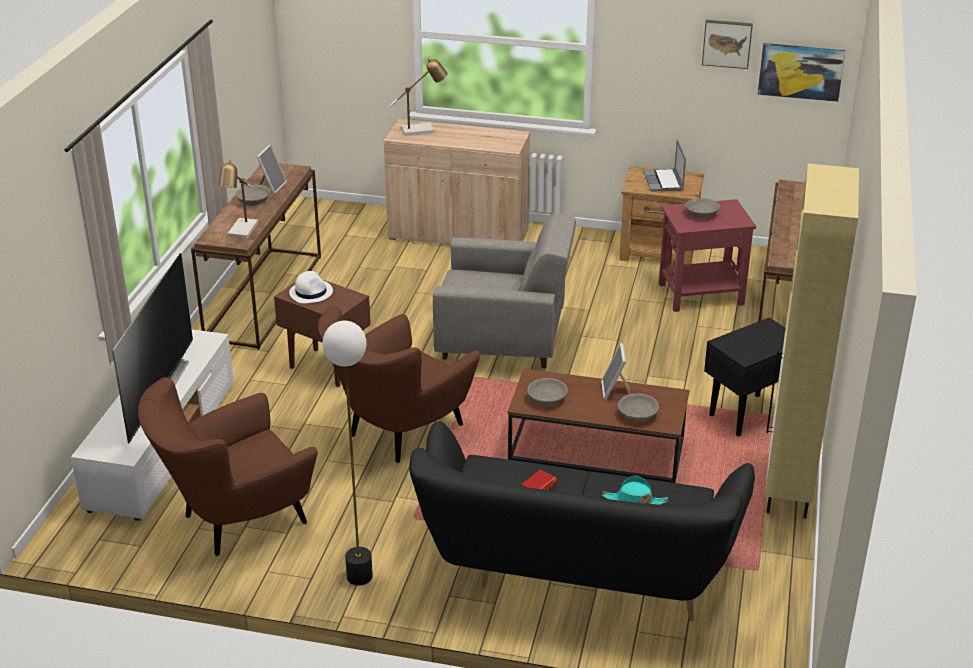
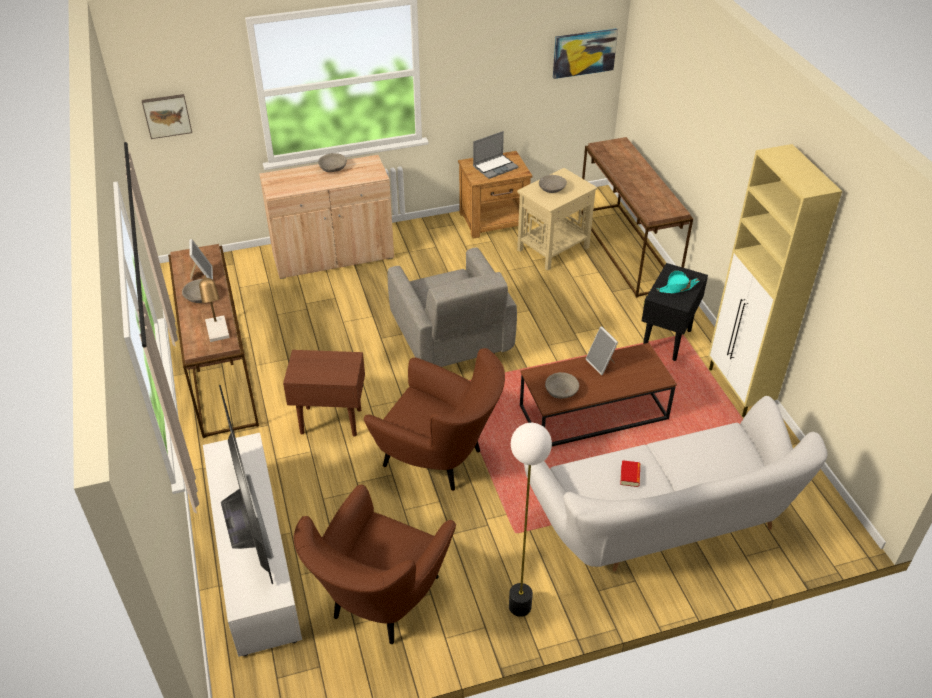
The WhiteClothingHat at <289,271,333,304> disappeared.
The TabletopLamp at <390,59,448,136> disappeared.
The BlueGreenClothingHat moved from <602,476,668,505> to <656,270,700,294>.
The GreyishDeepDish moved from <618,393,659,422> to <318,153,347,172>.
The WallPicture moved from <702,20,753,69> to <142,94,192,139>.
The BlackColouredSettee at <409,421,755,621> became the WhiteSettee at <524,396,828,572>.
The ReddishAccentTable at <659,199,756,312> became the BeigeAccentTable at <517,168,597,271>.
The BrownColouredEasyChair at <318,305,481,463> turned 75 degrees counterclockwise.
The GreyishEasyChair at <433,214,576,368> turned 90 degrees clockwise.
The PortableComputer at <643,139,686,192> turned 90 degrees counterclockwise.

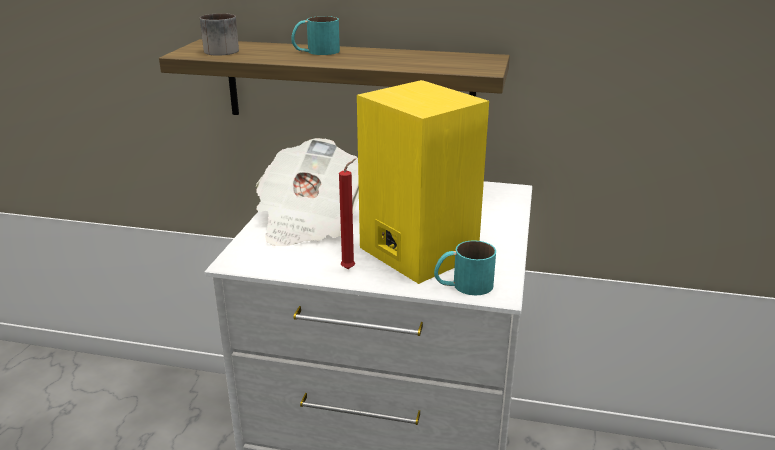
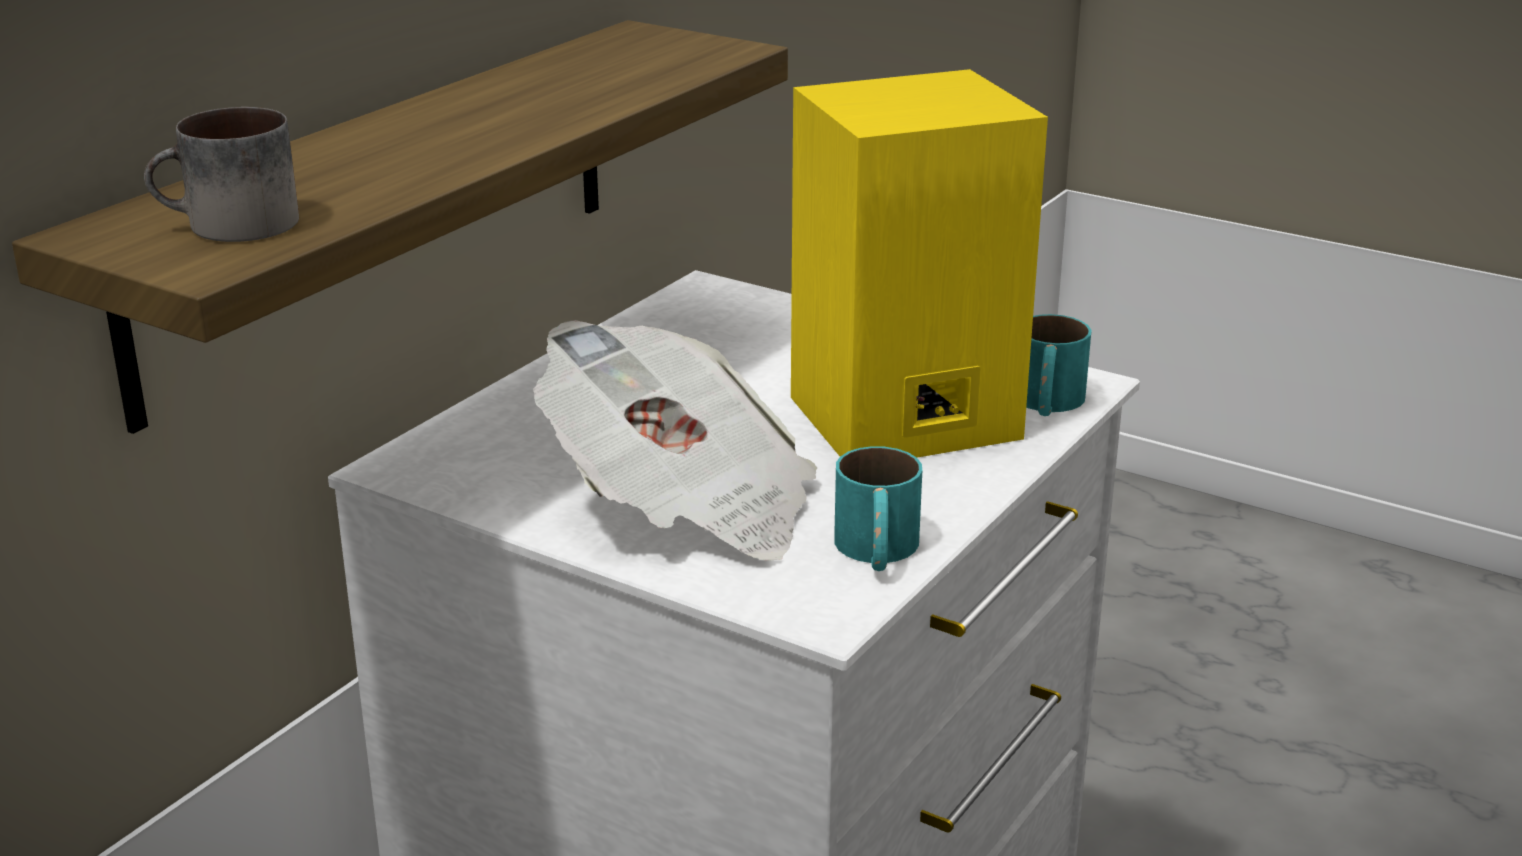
The ReddishWaxLight at <339,158,356,269> disappeared.
The BlueGreenTeaMug moved from <291,16,340,55> to <834,446,922,571>.

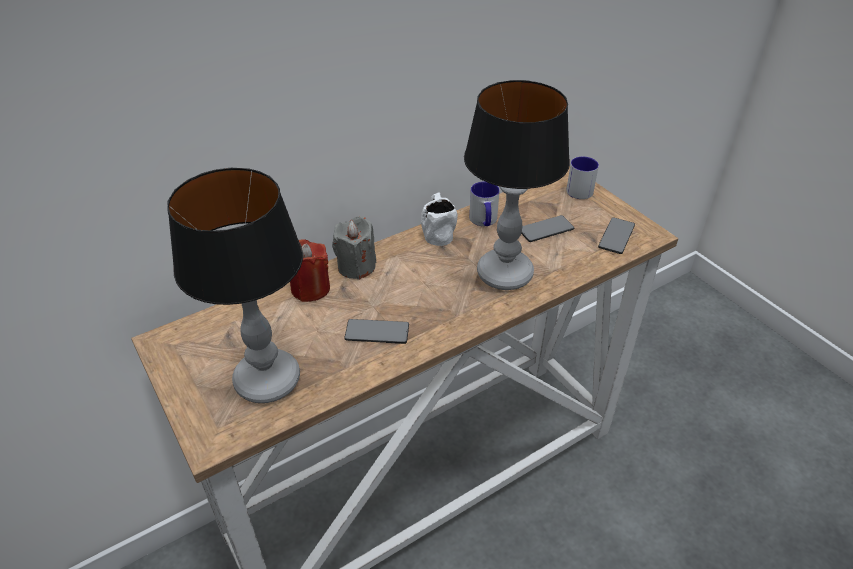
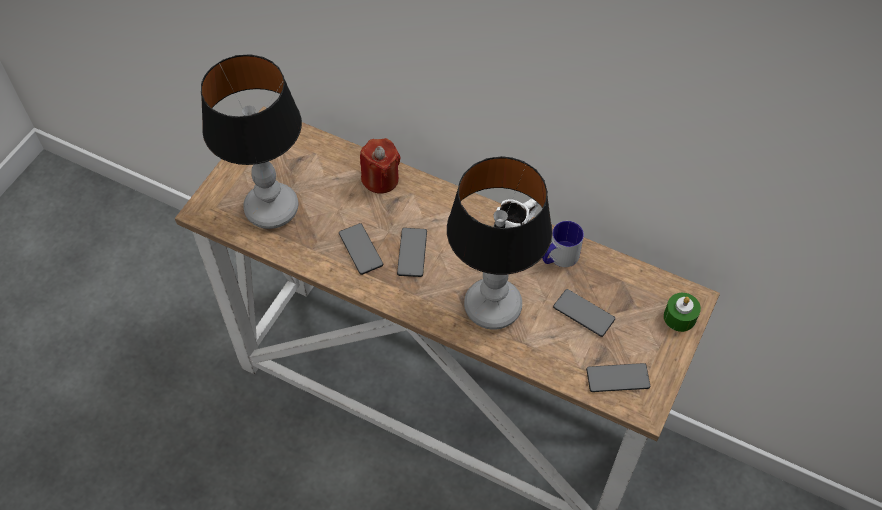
The GreyishWaxLight at <332,216,376,280> disappeared.
The Phone at <397,228,427,277> appeared.
The TeaMug at <566,157,599,199> was replaced by the GreenWaxLight at <664,293,701,332>.

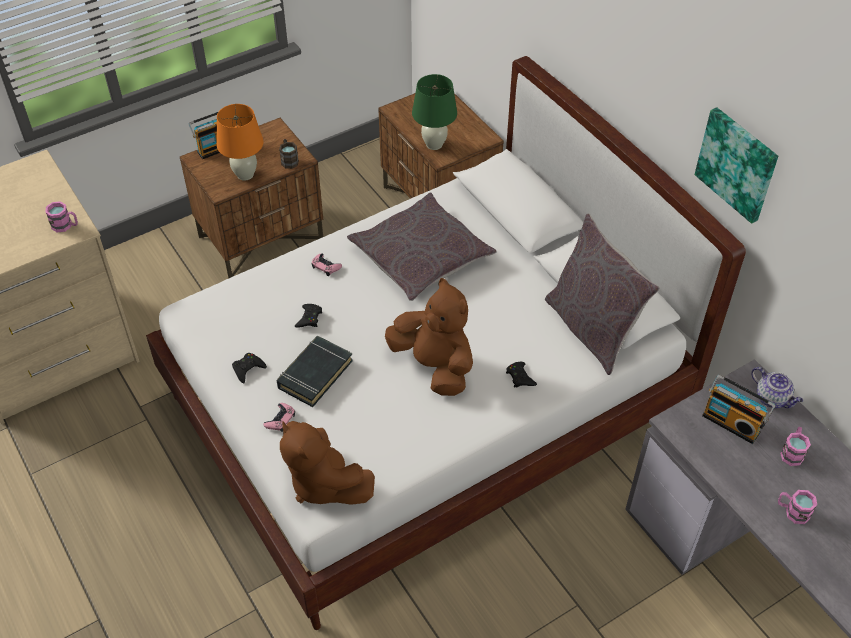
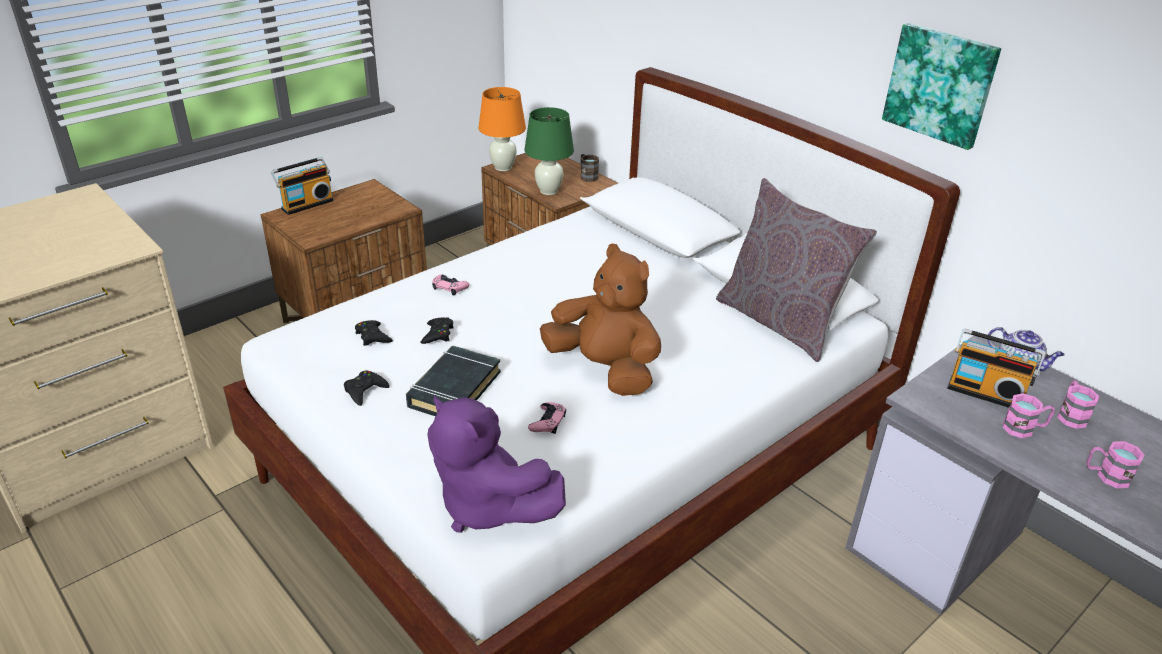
The GreyishCushion at <347,193,497,301> disappeared.
The PinkColouredTeaMug moved from <45,201,78,232> to <1002,393,1055,438>.
The OrangeColouredTabletopLamp moved from <217,104,263,181> to <478,87,526,171>.
The PinkColouredGameController moved from <263,403,295,432> to <528,402,566,434>.
The BrownColouredTeaMug moved from <279,139,299,169> to <580,154,599,182>.
The BlackColouredGameController moved from <506,362,537,388> to <355,320,393,346>.
The BrownColouredSoftToy at <280,421,375,505> became the PurplishSoftToy at <428,396,566,533>.

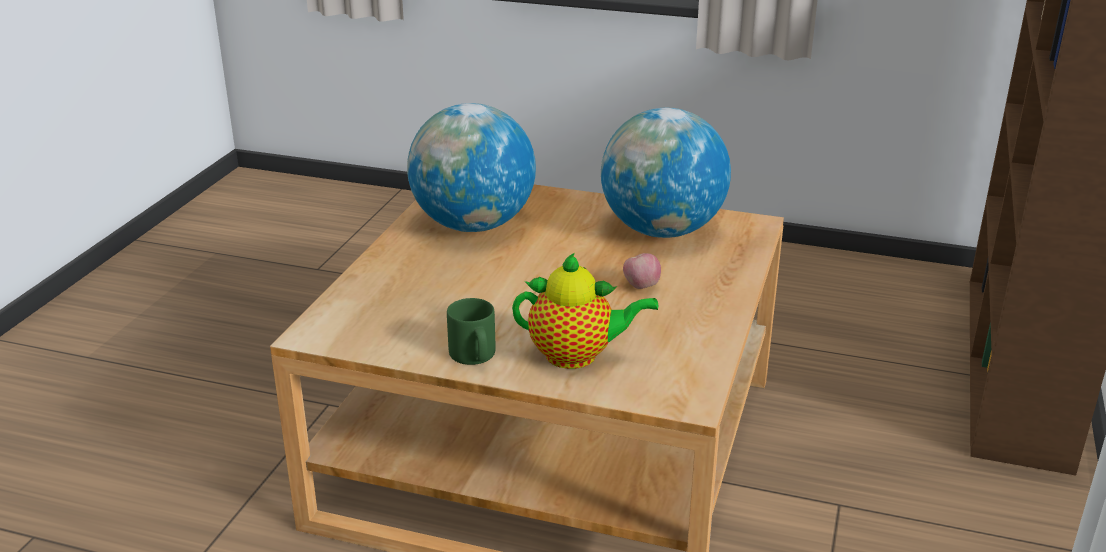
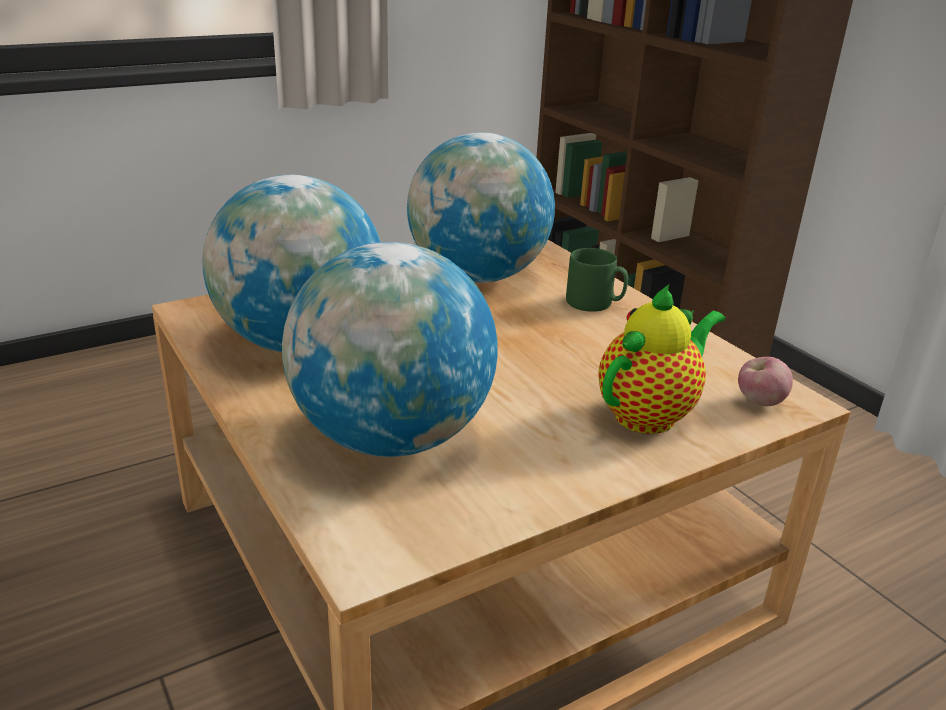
The Globe at <282,242,498,457> appeared.
The GreenTeaMug moved from <447,298,496,365> to <566,248,628,312>.
The AppleFruit moved from <623,253,661,289> to <738,357,793,406>.

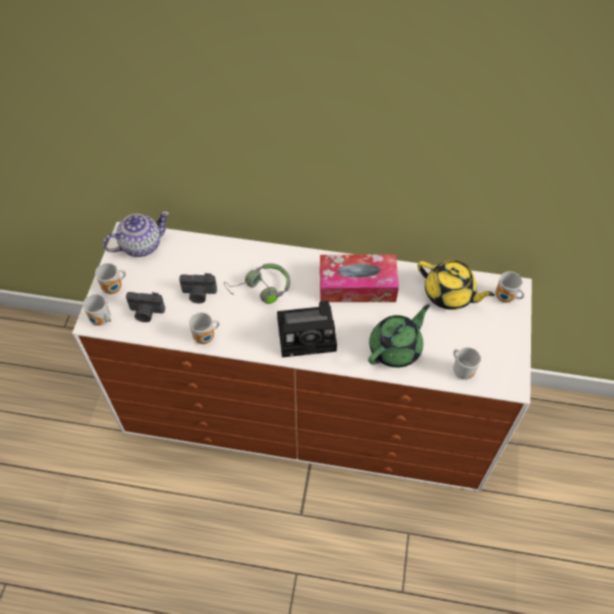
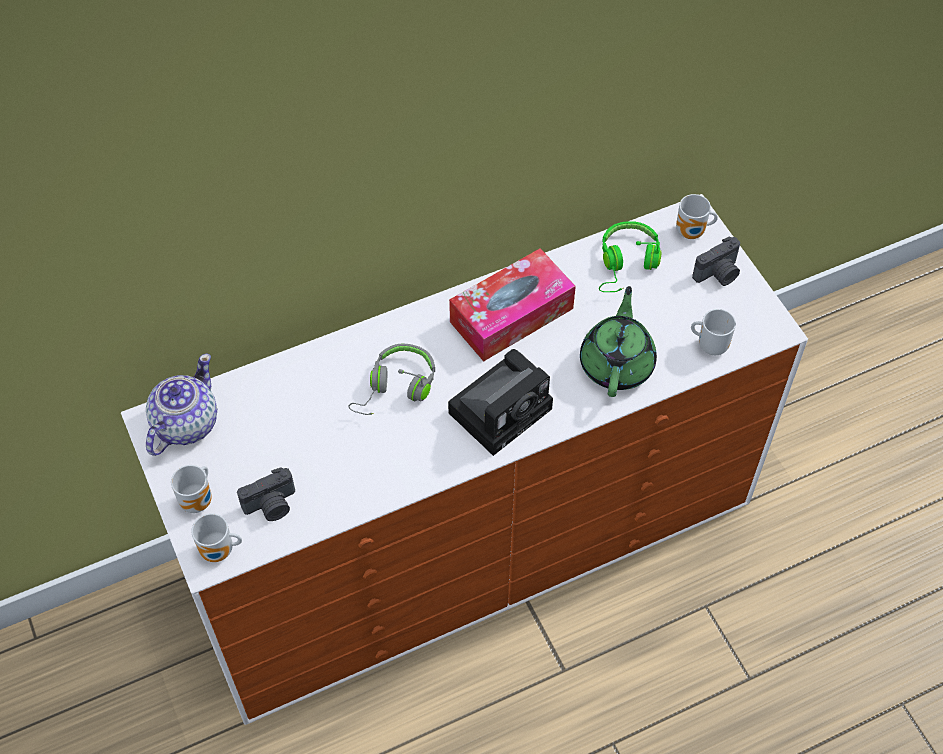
The TeaMug at <189,312,220,344> disappeared.
The PhotoCamera moved from <179,273,217,304> to <692,236,740,286>.
The YellowishPotForTea at <417,260,495,310> was replaced by the GreenHeadset at <599,221,661,292>.

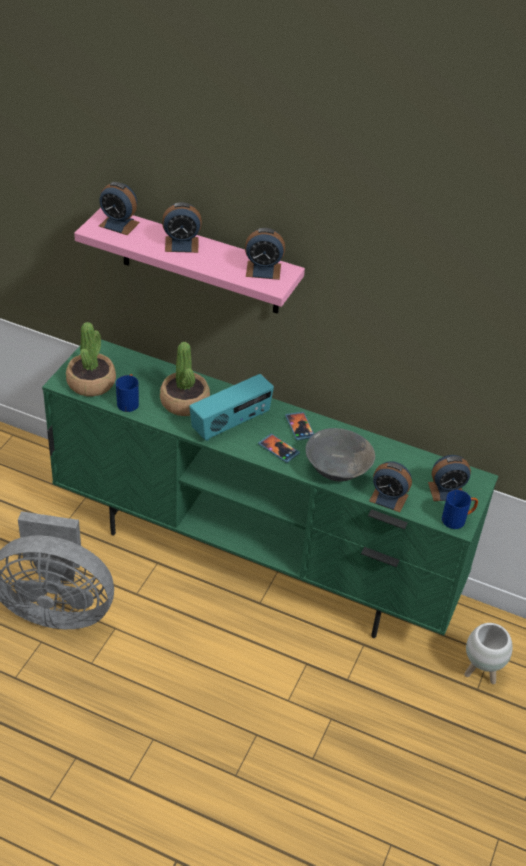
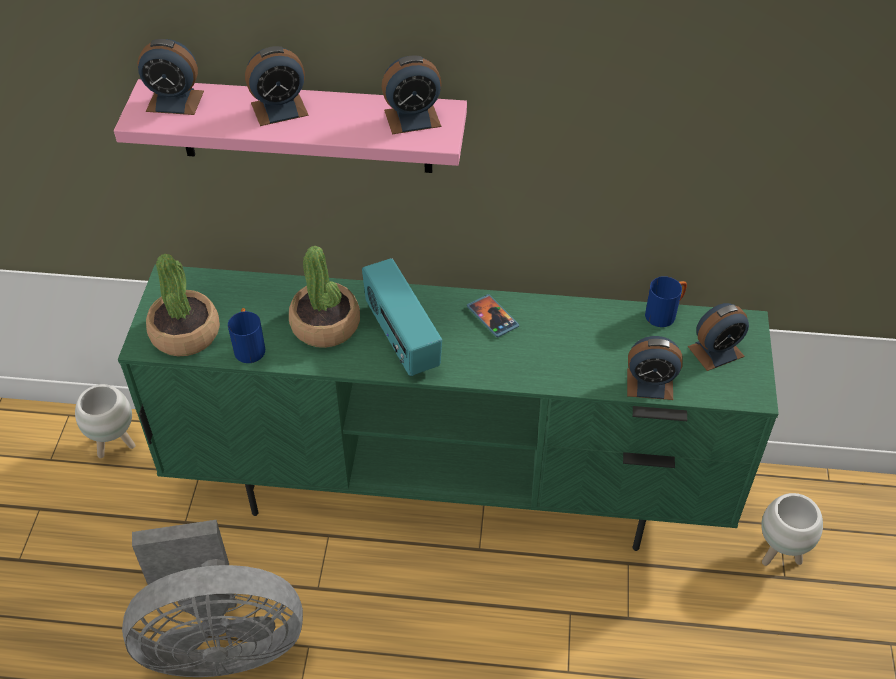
The Phone at <258,434,300,463> disappeared.
The GreyishDeepDish at <306,428,375,481> disappeared.
The WhiteFlowerPot at <75,384,135,458> appeared.
The BluishTeaMug moved from <442,490,478,529> to <645,276,687,327>.
The RadioSet at <189,374,274,441> turned 120 degrees clockwise.

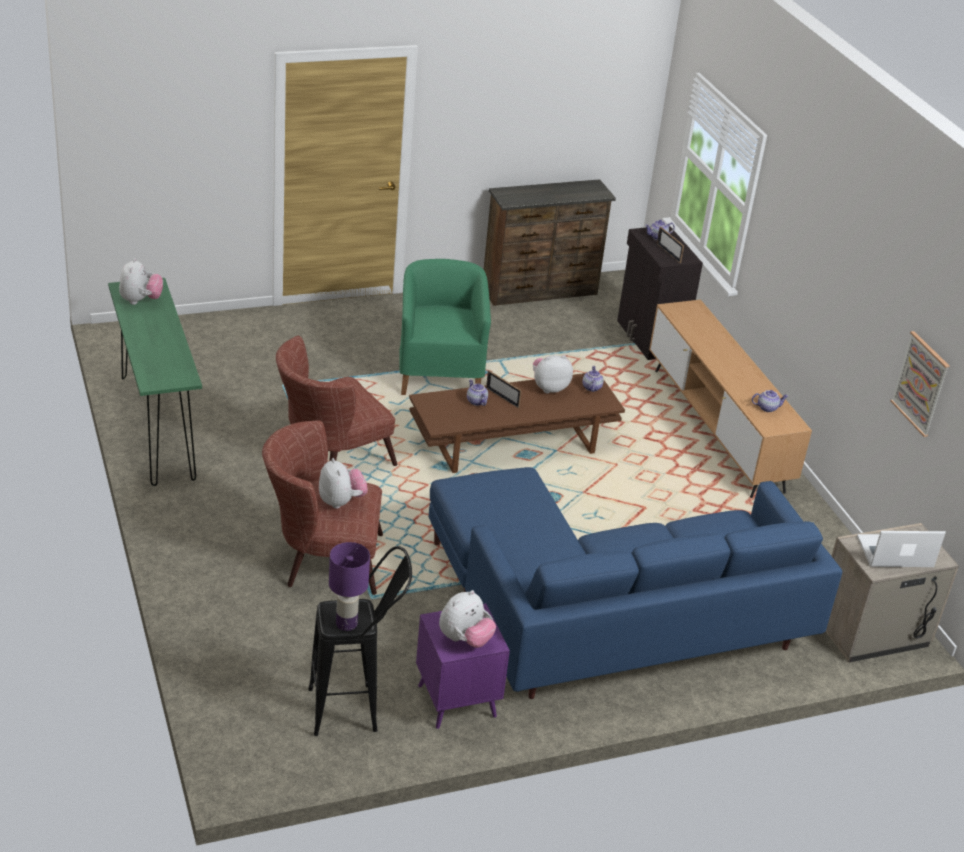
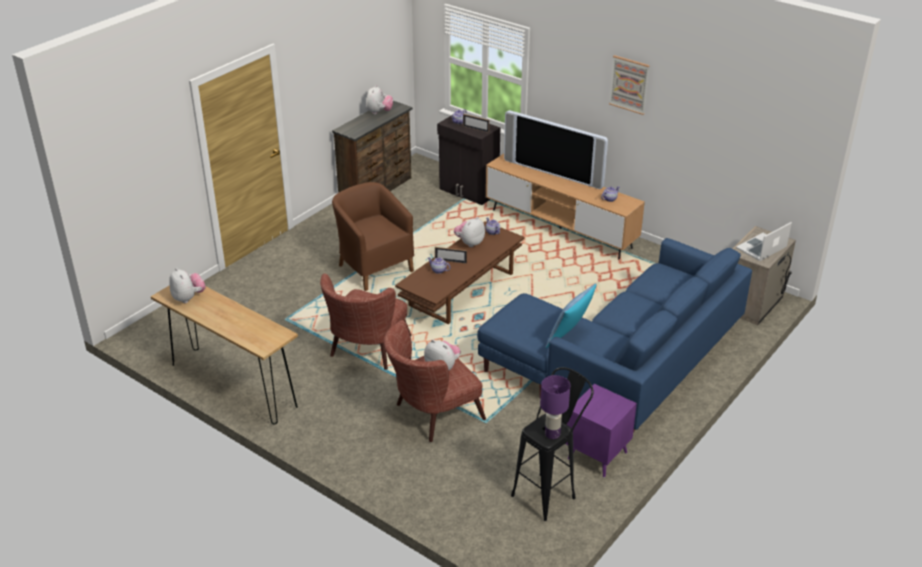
The TvSet at <504,110,608,189> appeared.
The Cushion at <545,283,597,348> appeared.
The SoftToy moved from <439,590,496,648> to <366,85,393,114>.
The WallPicture moved from <890,331,949,437> to <609,55,650,115>.
The GreenConsoleTable at <108,278,202,486> became the BrownColouredConsoleTable at <151,285,298,424>.
The GreenEasyChair at <399,259,491,395> became the BrownColouredEasyChair at <332,182,414,291>.

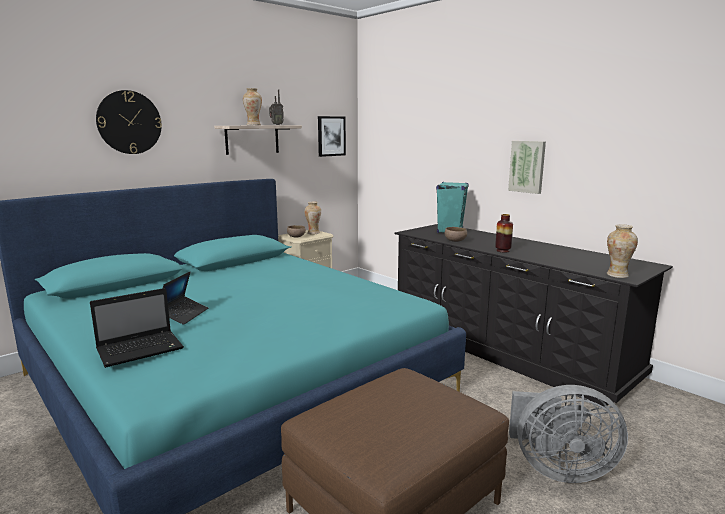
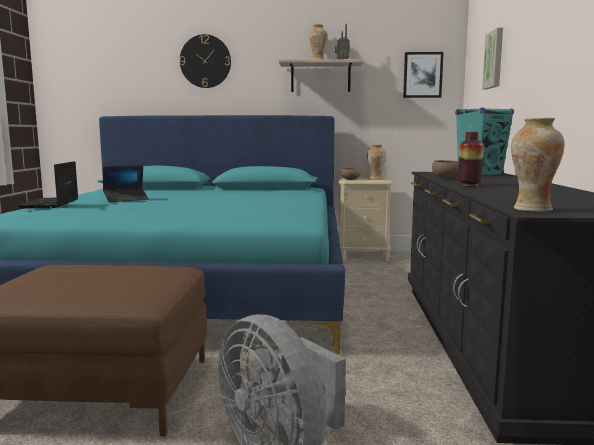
The WallPicture moved from <508,141,546,194> to <482,28,503,89>.
The PortableComputer at <90,288,184,368> turned 75 degrees clockwise.

